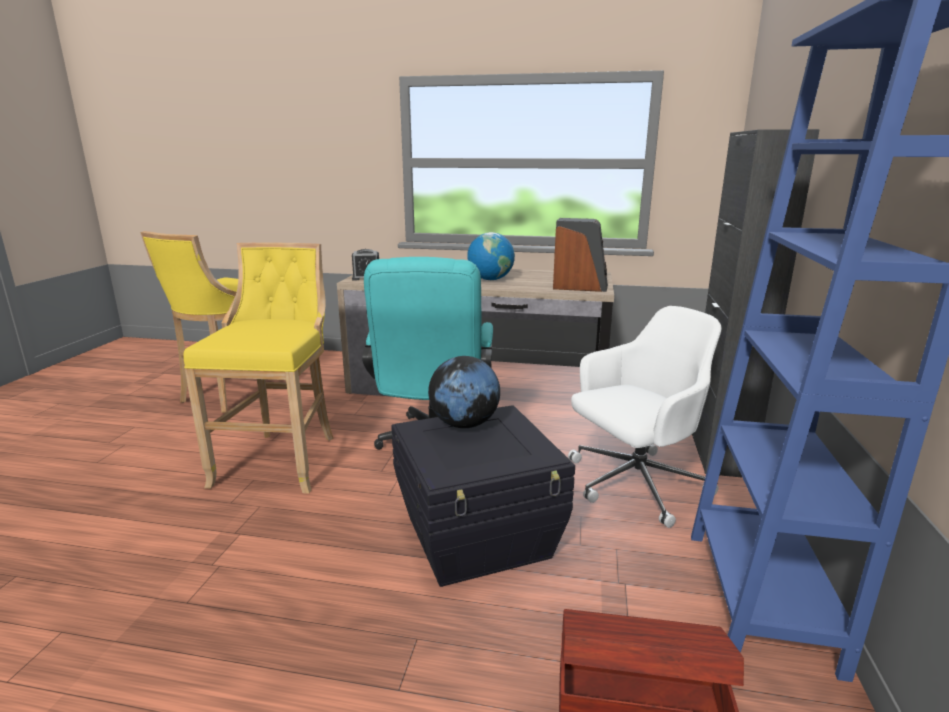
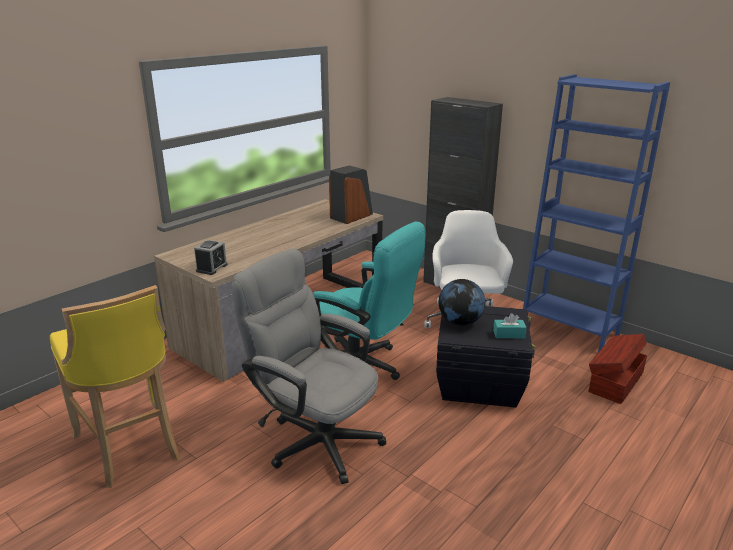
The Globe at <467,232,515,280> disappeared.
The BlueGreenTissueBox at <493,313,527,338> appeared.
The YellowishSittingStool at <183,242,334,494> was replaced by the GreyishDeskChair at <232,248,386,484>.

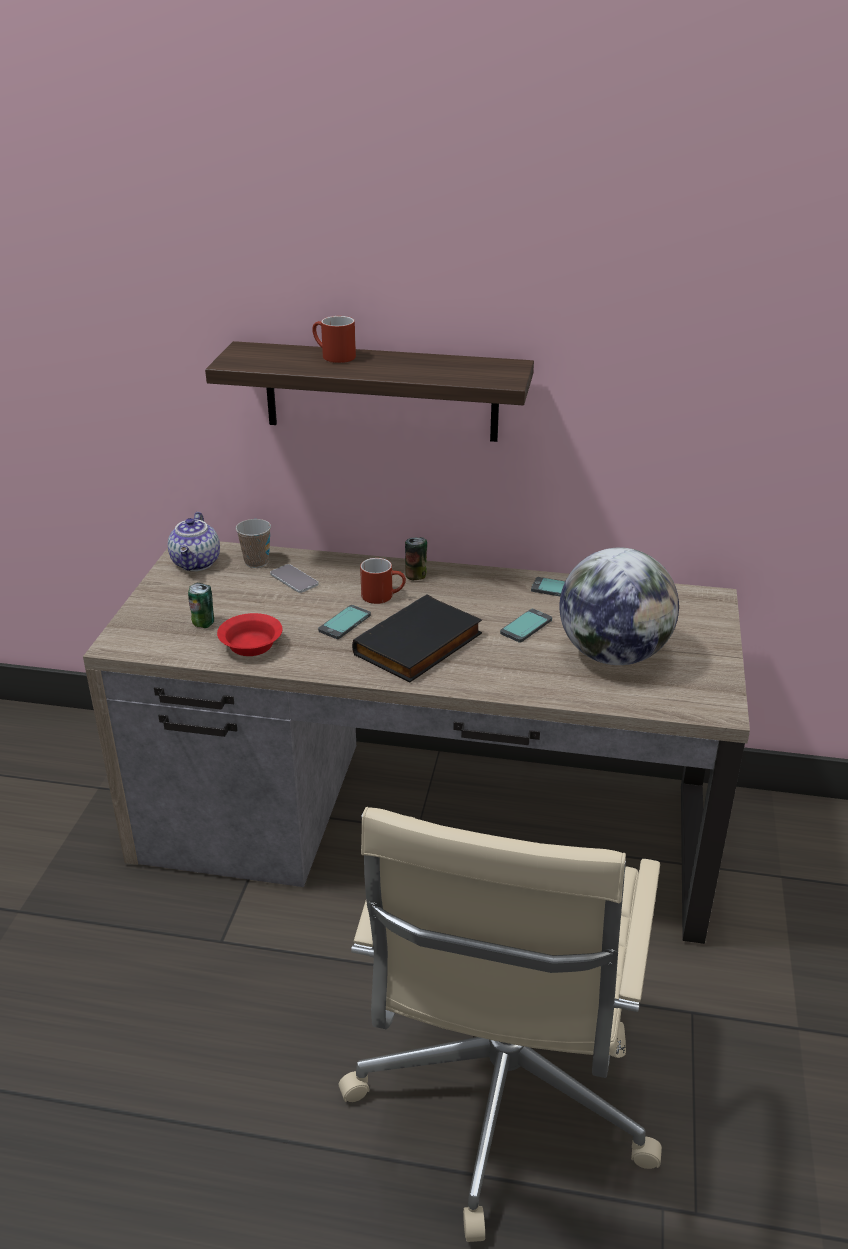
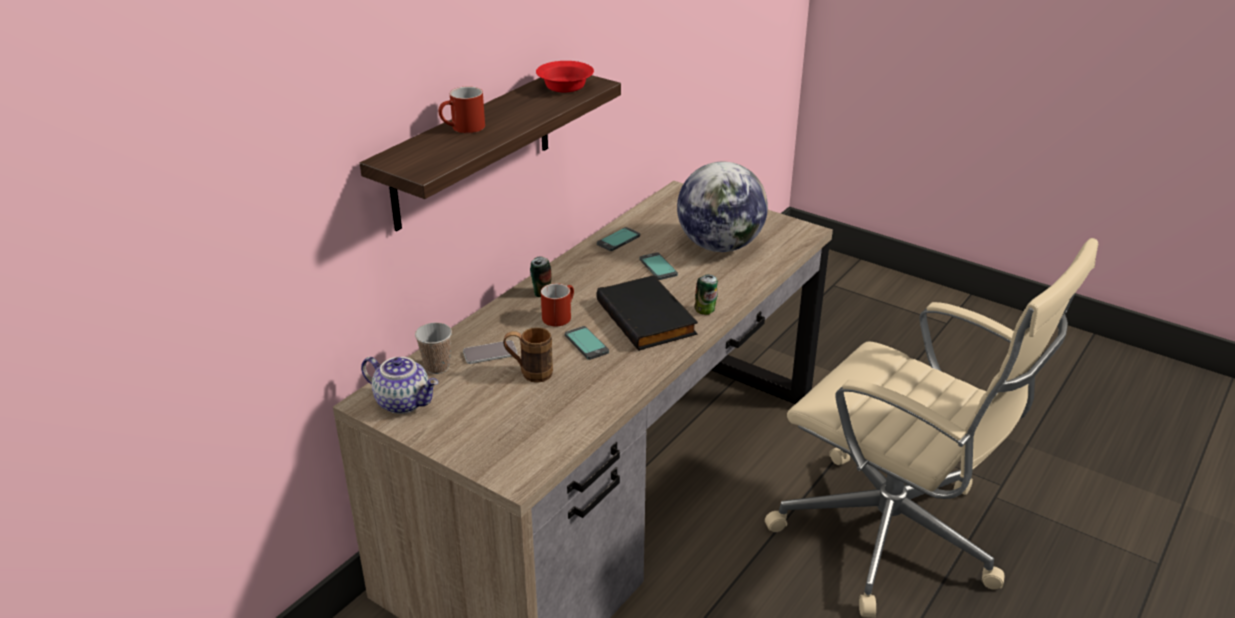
The BrownColouredTeaMug at <503,327,553,383> appeared.
The Can moved from <188,583,214,628> to <694,275,718,315>.
The ReddishDeepDish moved from <217,613,283,656> to <536,61,594,92>.

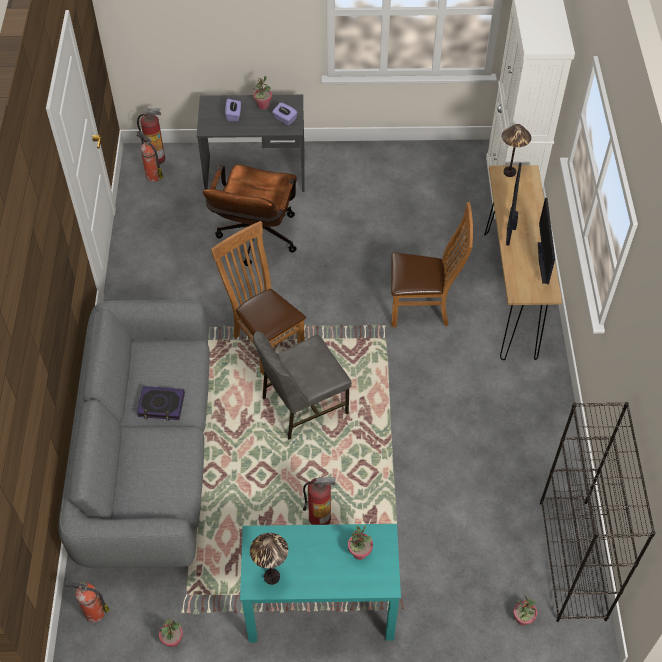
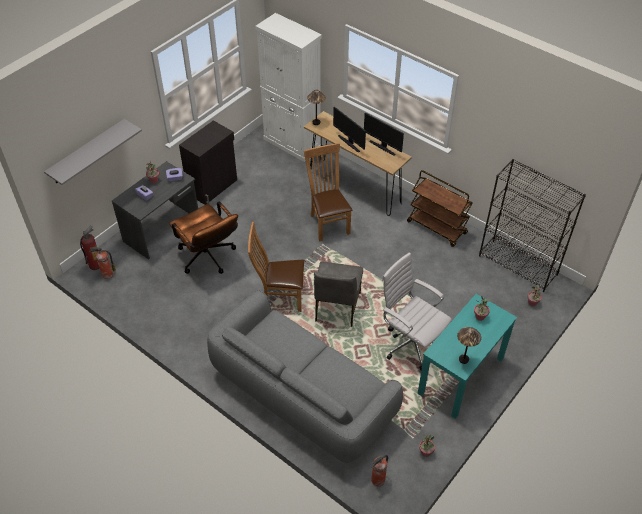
The BoundBook at <137,386,185,420> disappeared.
The GreyishWallShelf at <44,119,142,185> appeared.
The BlackColouredCupboard at <179,120,237,205> appeared.
The BrownColouredWheeledCart at <407,170,473,247> appeared.
The FireExtinguisher at <303,475,336,525> was replaced by the WhiteDeskChair at <382,252,452,370>.
The BrownColouredUprightChair at <391,202,473,327> turned 60 degrees counterclockwise.

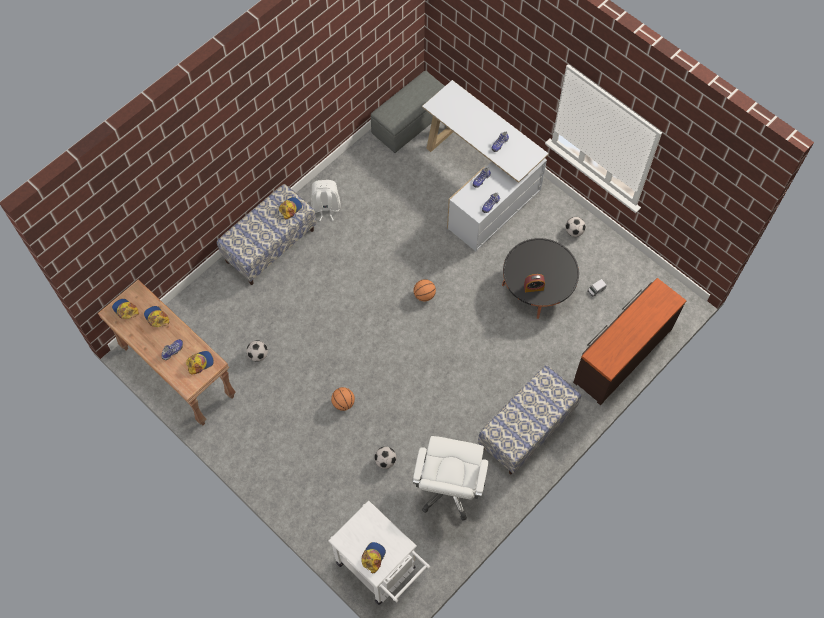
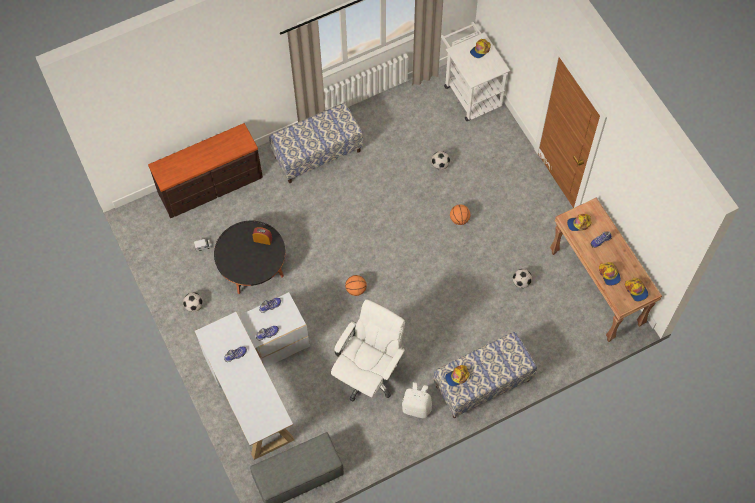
The WhiteDeskChair moved from <412,436,488,521> to <331,299,405,401>.

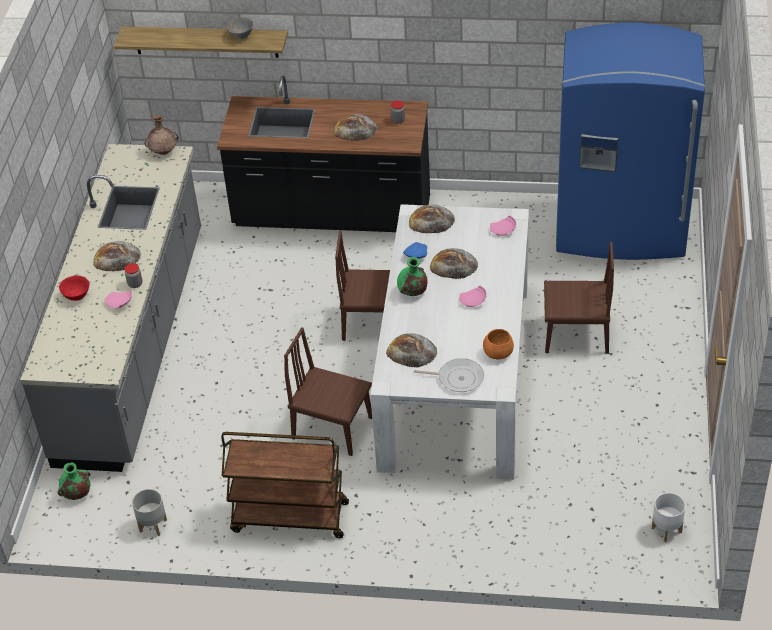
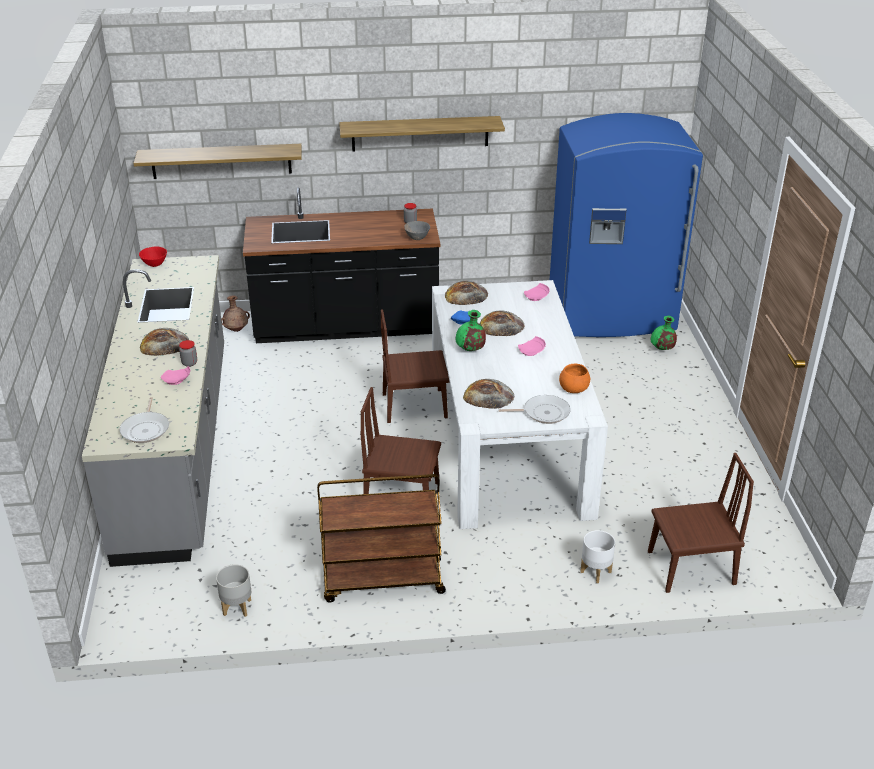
The Bread at <333,114,378,141> disappeared.
The FryingPan at <119,397,169,443> appeared.
The WallShelf at <339,116,505,151> appeared.
The GreenDecorativeVase moved from <58,462,90,500> to <651,316,677,350>.
The ReddishDeepDish moved from <59,275,89,301> to <139,247,167,267>.
The BrownColouredDecorativeVase moved from <144,115,179,155> to <221,295,250,332>.
The GreyishDeepDish moved from <227,17,253,39> to <404,221,430,240>.
The BrownColouredUprightChair moved from <544,242,614,354> to <648,453,754,593>.
The WhiteFlowerPot moved from <652,493,686,542> to <580,530,615,583>.

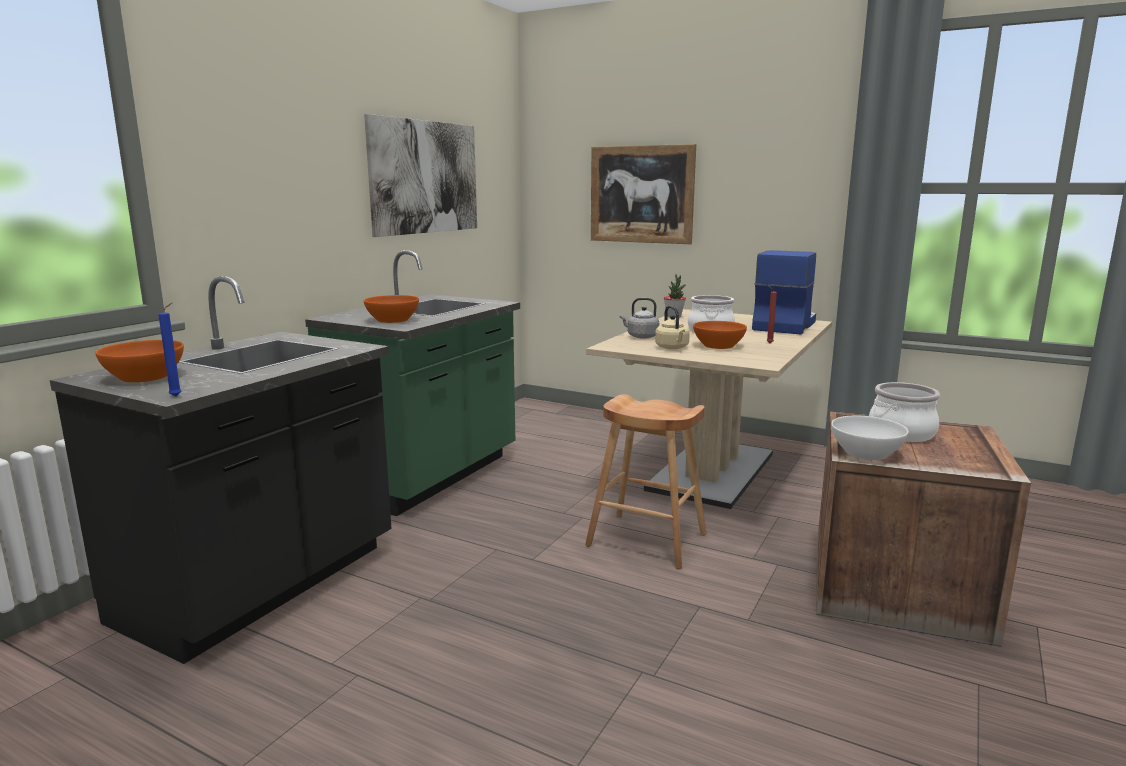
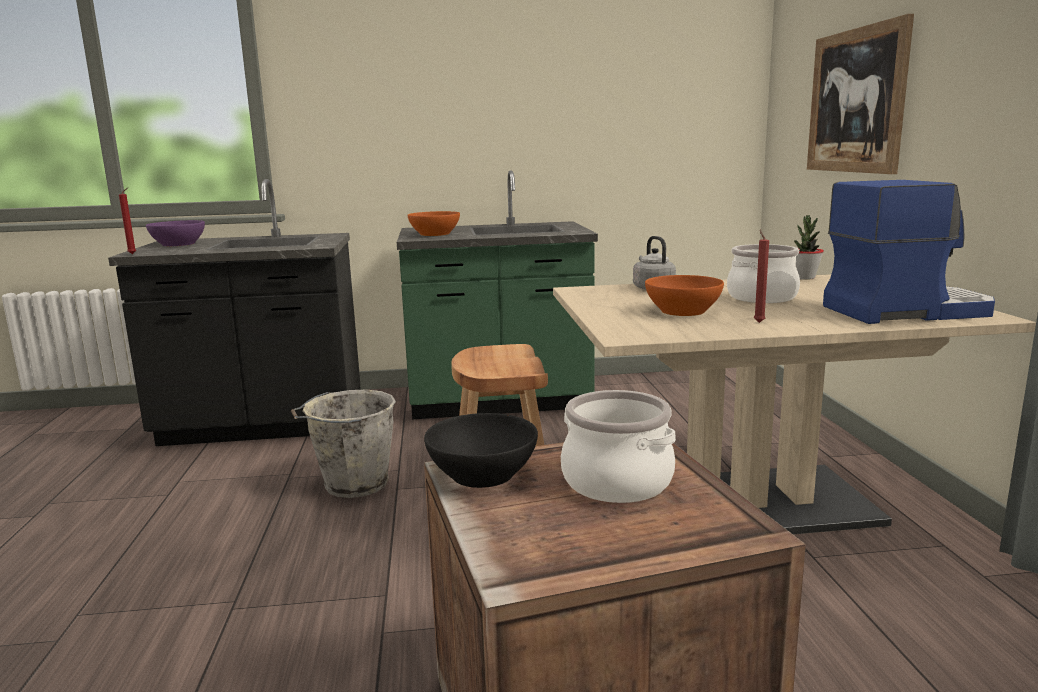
The WallPicture at <364,114,477,237> disappeared.
The BeigeWaterKettle at <655,305,690,349> disappeared.
The GreyishPail at <291,389,396,498> appeared.
The OrangeColouredDeepDish at <95,340,184,383> became the PurplishDeepDish at <146,220,205,246>.
The BluishWaxLight at <158,303,181,397> became the ReddishWaxLight at <119,187,136,254>.
The WhiteDeepDish at <831,416,909,460> became the BlackColouredDeepDish at <424,413,538,488>.

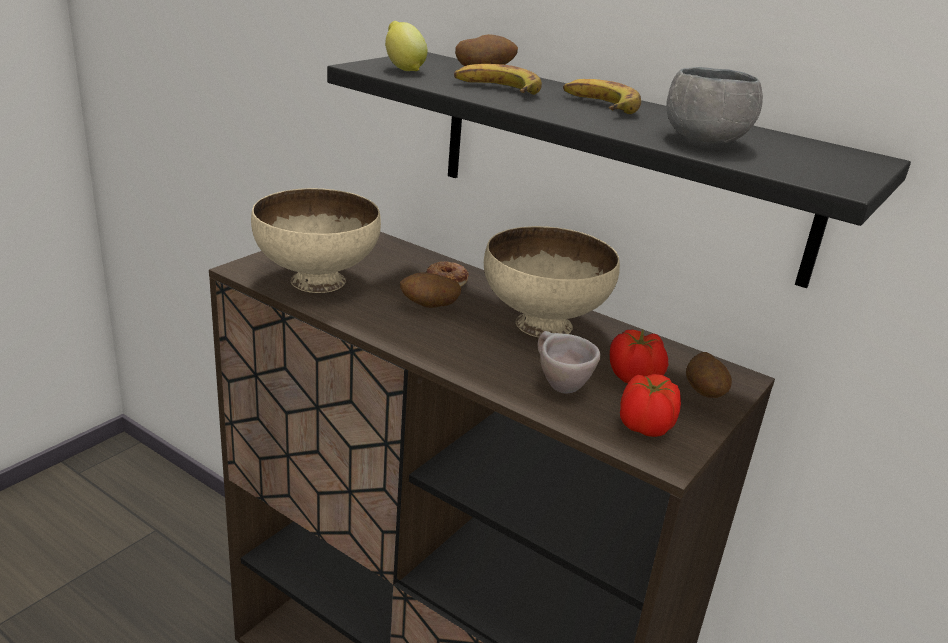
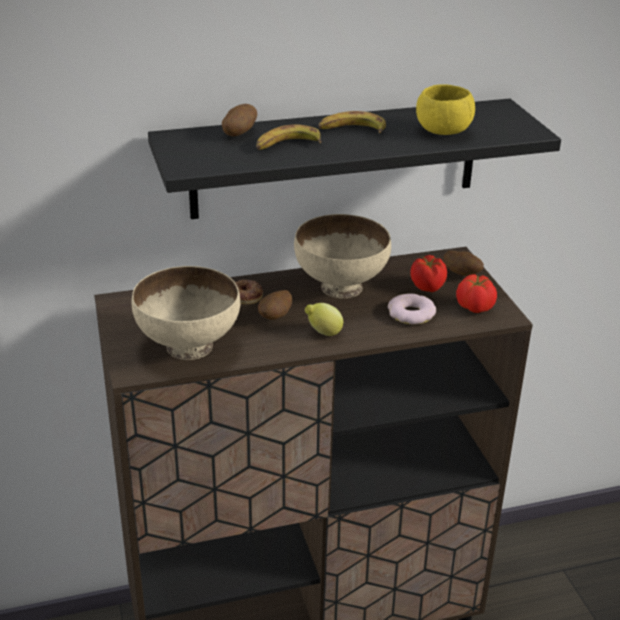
The CitrusFruit moved from <385,21,428,71> to <305,303,343,336>.
The BeigeCup at <538,331,600,393> was replaced by the RingDoughnut at <388,294,436,325>.
The GreyishDeepDish at <666,67,763,143> became the YellowishDeepDish at <416,84,475,135>.

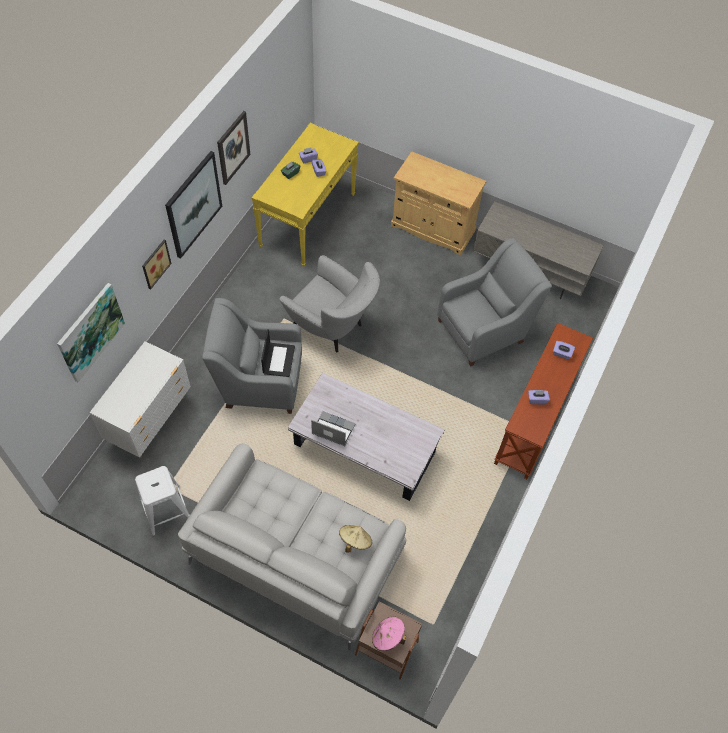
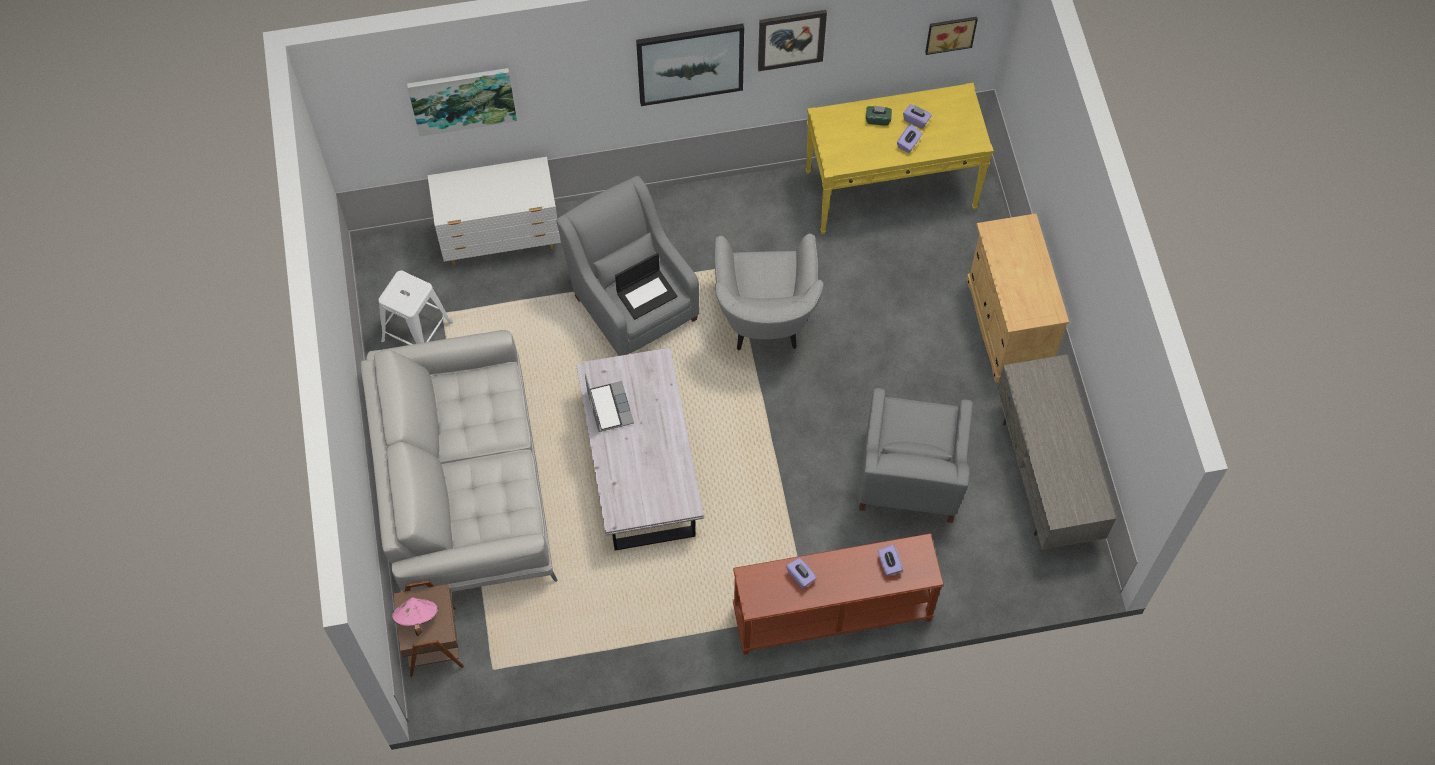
The BeigeClothingHat at <339,525,372,553> disappeared.
The WallPicture moved from <142,240,172,289> to <925,17,978,55>.
The GreyishEasyChair at <437,238,552,367> turned 75 degrees clockwise.

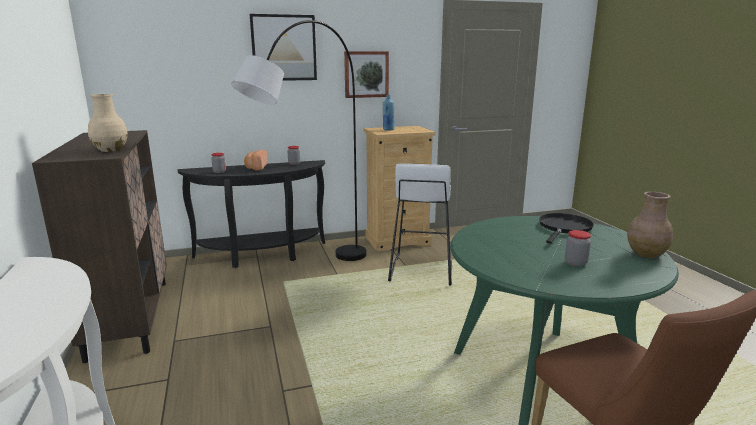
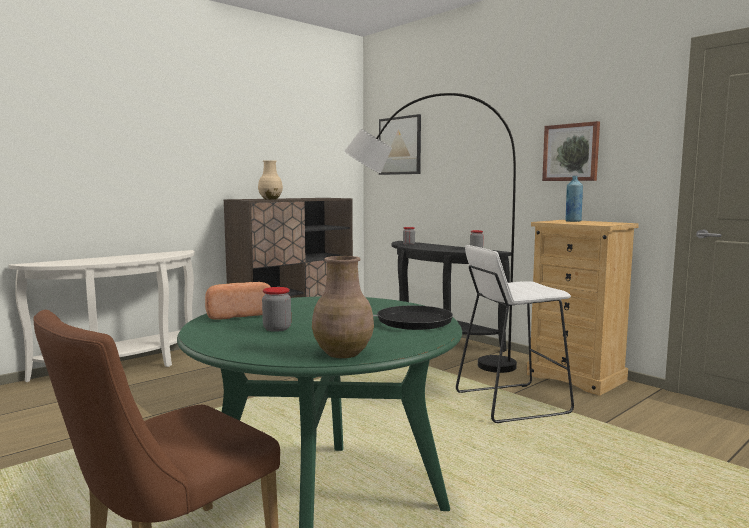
The Bread moved from <244,150,268,171> to <205,282,271,320>.
The WallPicture moved from <250,14,317,81> to <379,114,421,175>.

